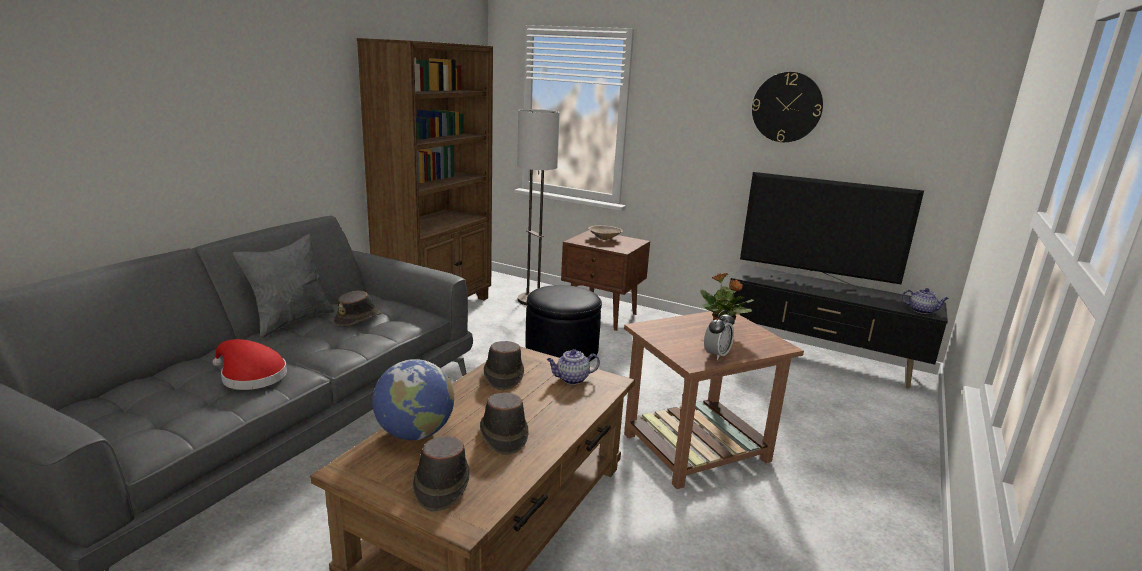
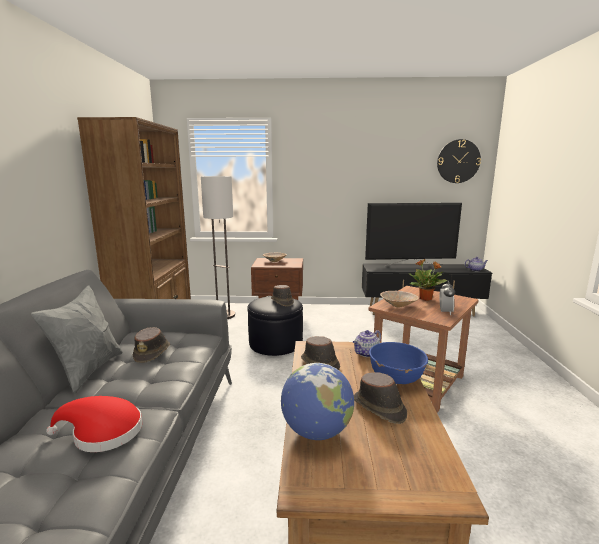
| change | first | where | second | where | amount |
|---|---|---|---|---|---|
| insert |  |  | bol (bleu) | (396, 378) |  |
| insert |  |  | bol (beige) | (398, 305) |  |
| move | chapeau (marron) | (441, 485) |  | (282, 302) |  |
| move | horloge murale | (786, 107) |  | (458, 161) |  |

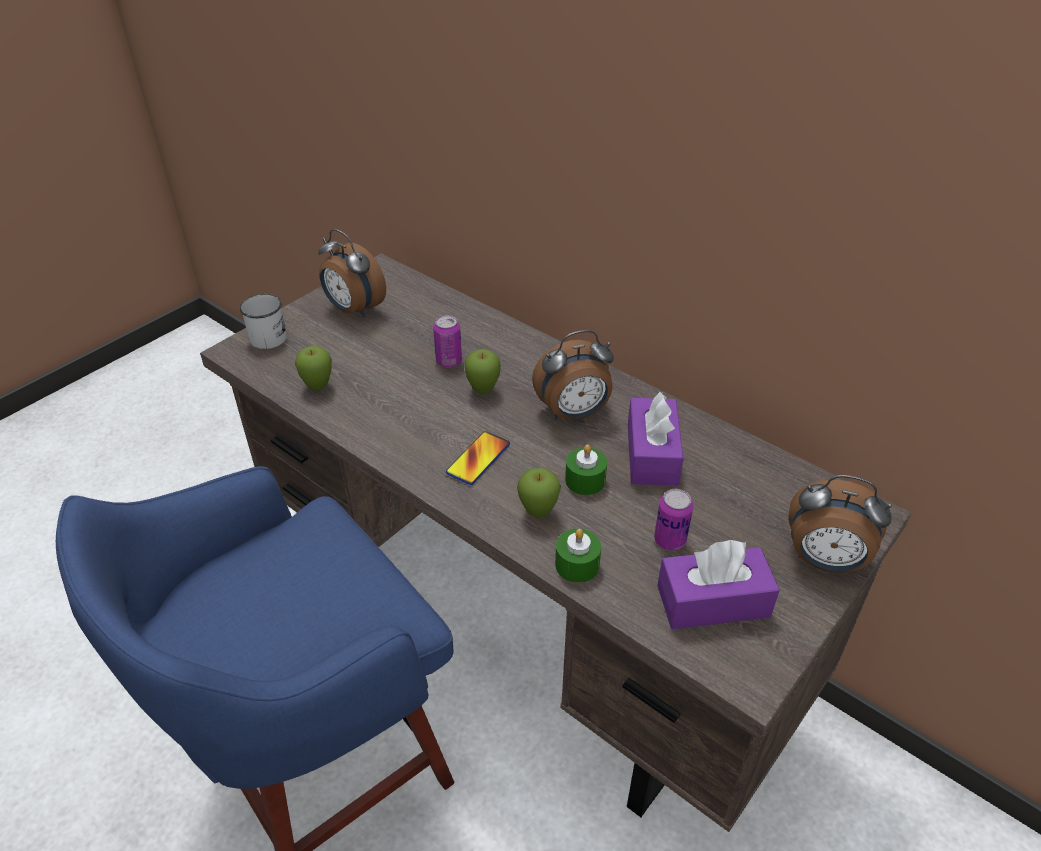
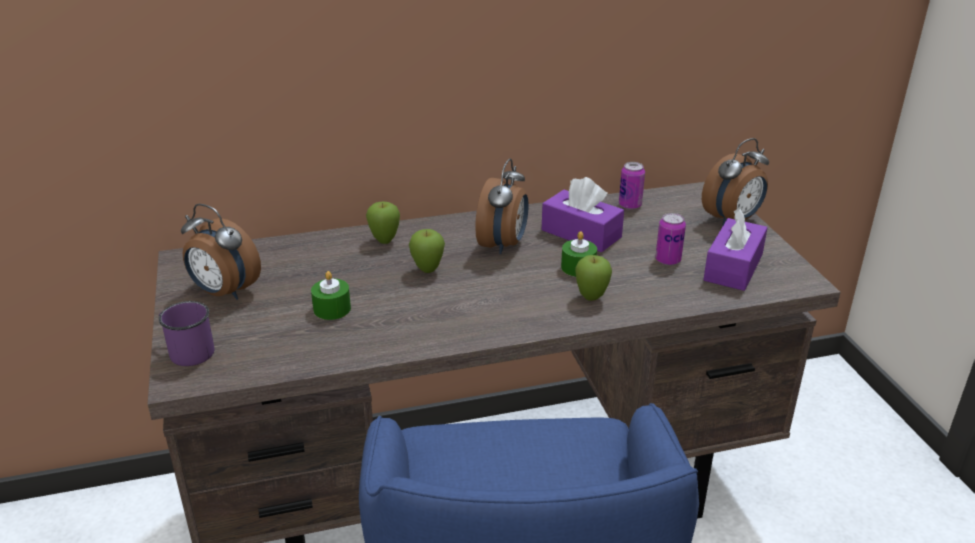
| change | first | where | second | where | amount |
|---|---|---|---|---|---|
| delete | téléphone | (478, 459) |  |  |  |
| move | pomme | (318, 387) |  | (384, 241) |  |
| move | boîte métallique | (449, 361) |  | (630, 205) |  |
| move | bougie (vert) | (577, 564) |  | (332, 309) |  |
| recolor | mug (blanc) | (269, 334) | mug (violet) | (187, 351) |  |
| rotate | réveil | (353, 310) |  | (224, 292) | 45 degrees clockwise |

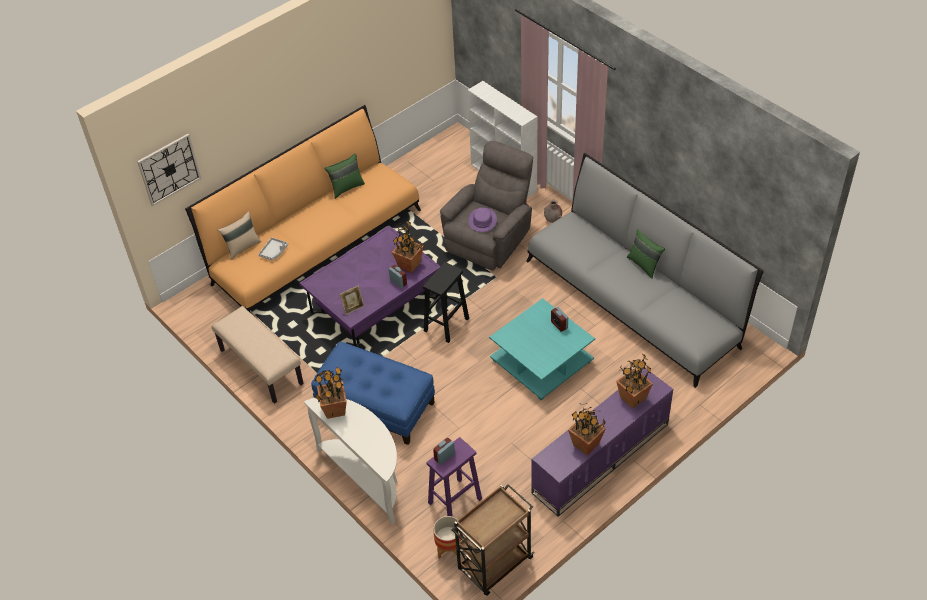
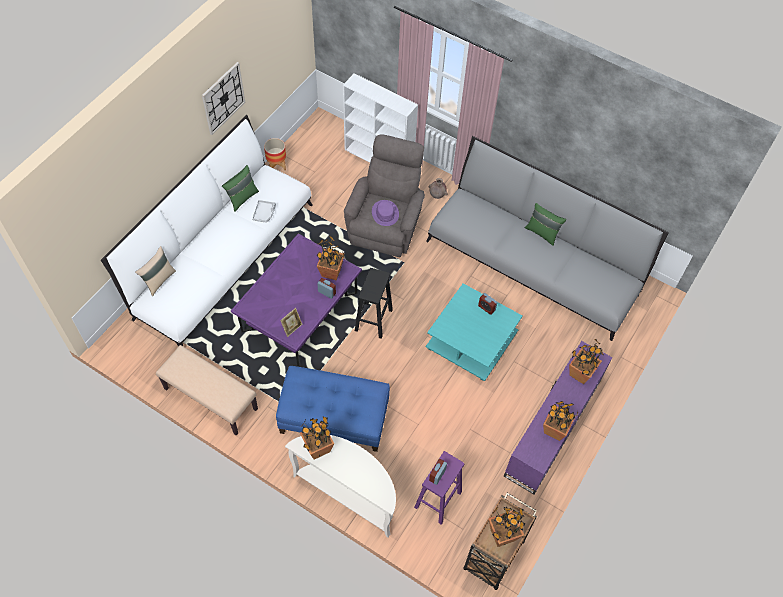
| change | first | where | second | where | amount |
|---|---|---|---|---|---|
| insert |  |  | plante en pot | (502, 535) |  |
| move | horloge murale | (169, 169) |  | (223, 98) |  |
| move | plateau (gris) | (274, 252) |  | (264, 213) |  |
| move | cache-pot | (449, 549) |  | (277, 165) |  |
| recolor | canapé (orange) | (315, 243) | canapé (blanc) | (221, 257) |  |

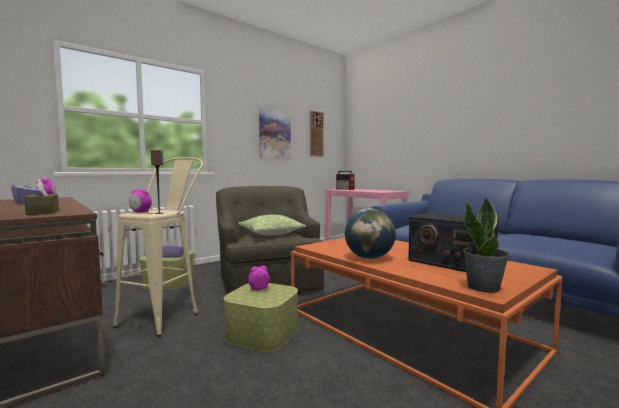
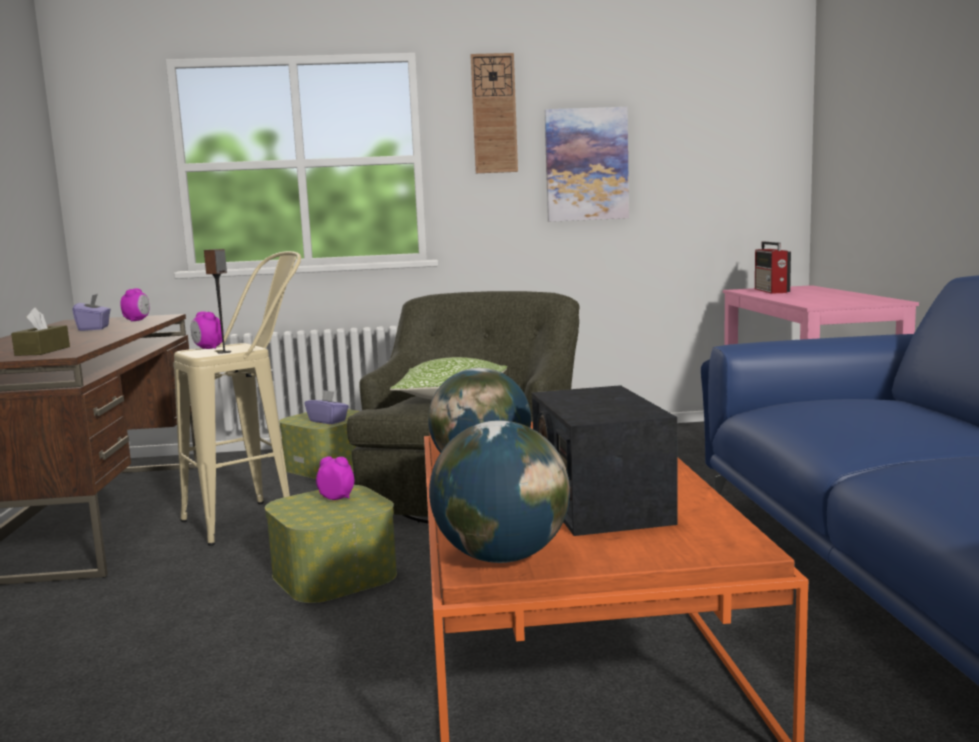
| change | first | where | second | where | amount |
|---|---|---|---|---|---|
| move | horloge murale | (316, 134) |  | (494, 114) |  |
| replace | plante en pot | (484, 287) | globe | (501, 557) |  |

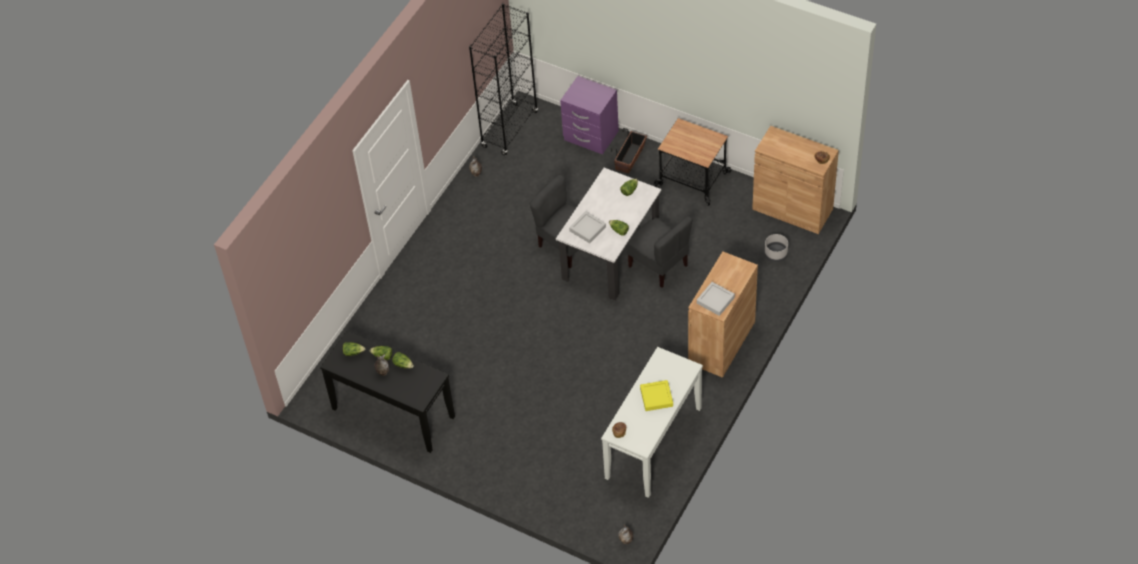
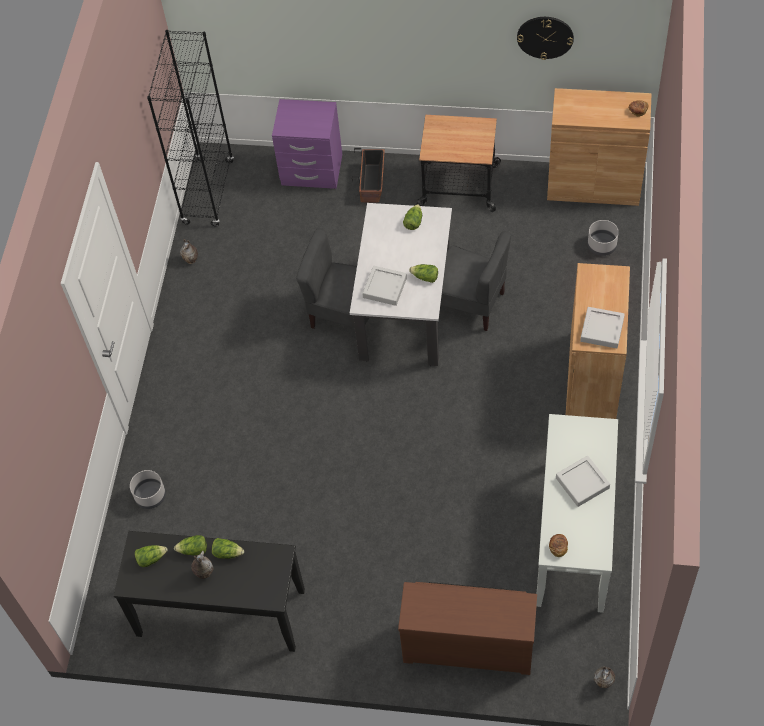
| change | first | where | second | where | amount |
|---|---|---|---|---|---|
| insert |  |  | cache-pot (gris) | (150, 496) |  |
| insert |  |  | commode (marron) | (468, 642) |  |
| insert |  |  | horloge murale | (545, 37) |  |
| recolor | plateau (jaune) | (656, 397) | plateau (gris) | (582, 483) |  |

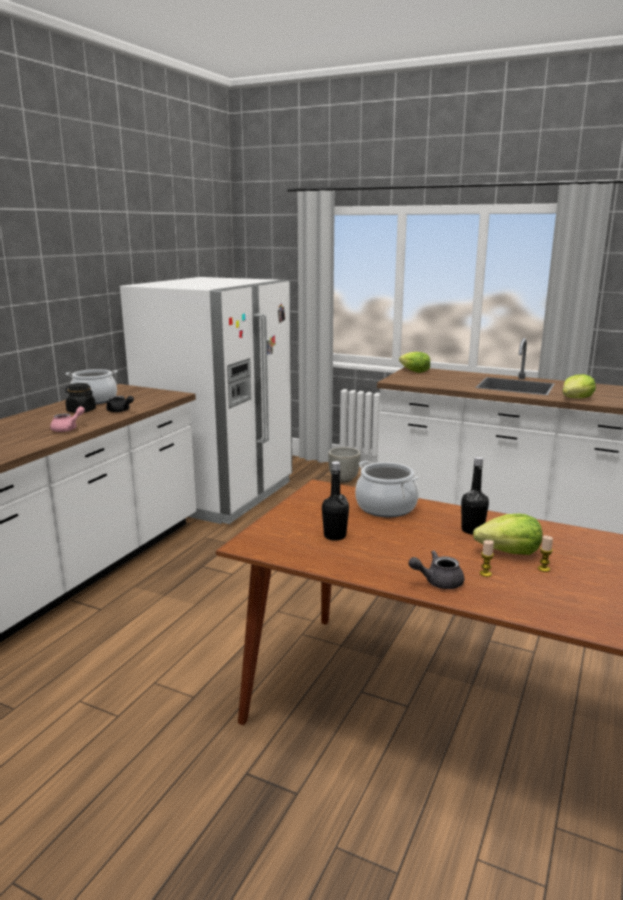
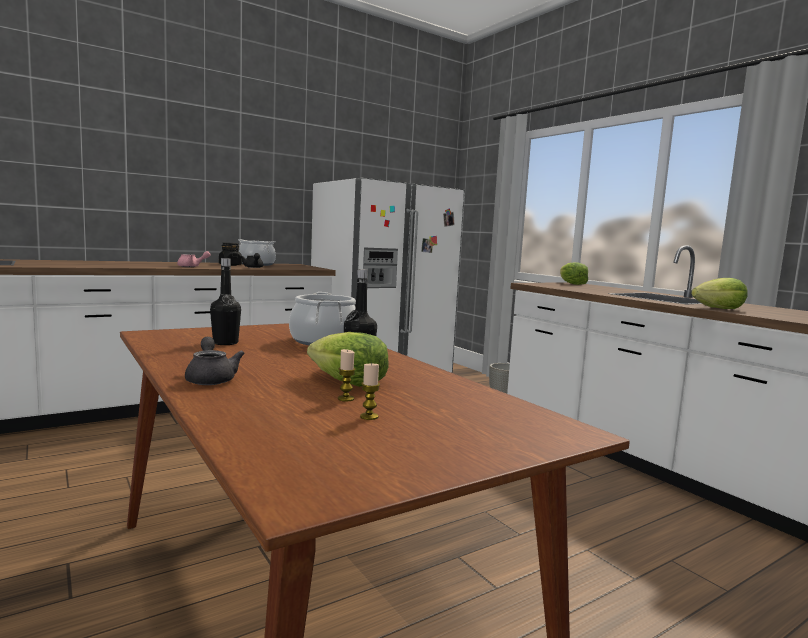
| change | first | where | second | where | amount |
|---|---|---|---|---|---|
| move | bougie | (485, 573) |  | (369, 416) |  |
| rotate | théière (gris) | (438, 582) |  | (211, 379) | 45 degrees clockwise |

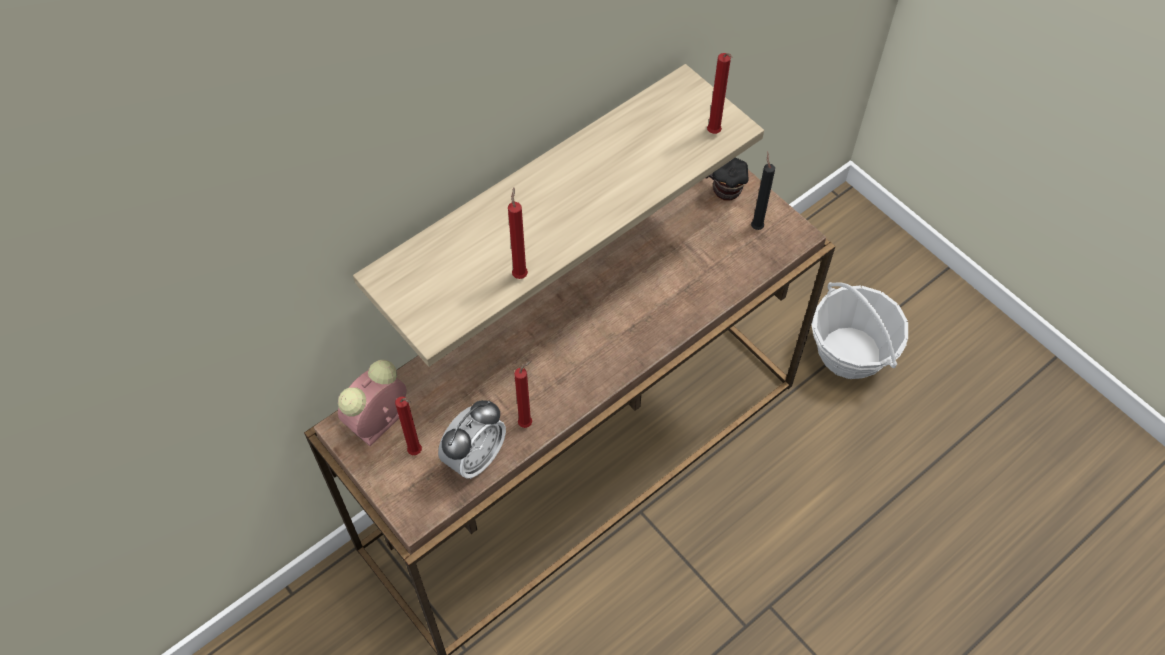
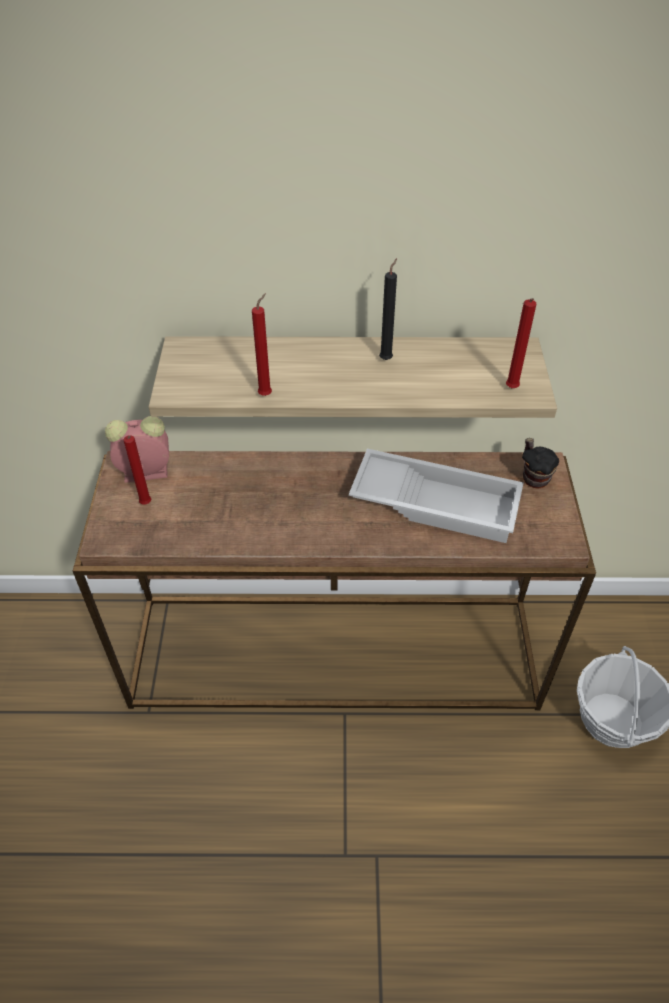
| change | first | where | second | where | amount |
|---|---|---|---|---|---|
| delete | réveil | (475, 458) |  |  |  |
| delete | bougie (rouge) | (527, 423) |  |  |  |
| insert |  |  | plateau (blanc) | (436, 501) |  |
| move | bougie (noir) | (756, 226) |  | (387, 358) |  |

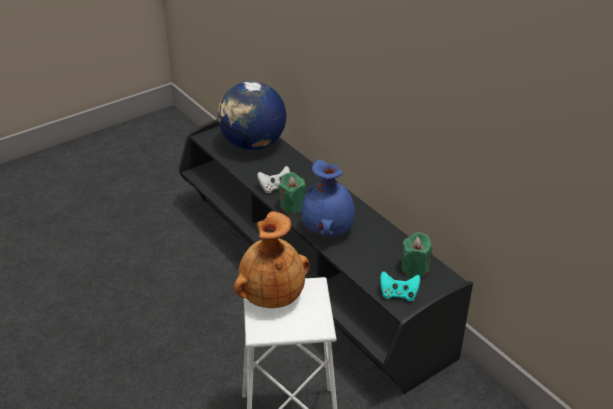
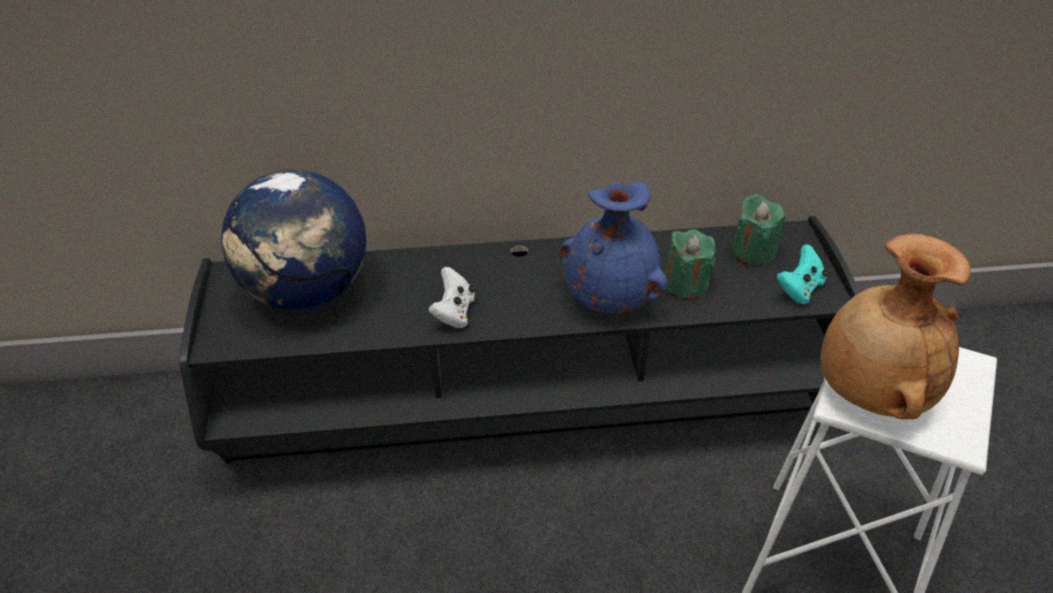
| change | first | where | second | where | amount |
|---|---|---|---|---|---|
| move | bougie (vert) | (292, 206) |  | (685, 285) |  |

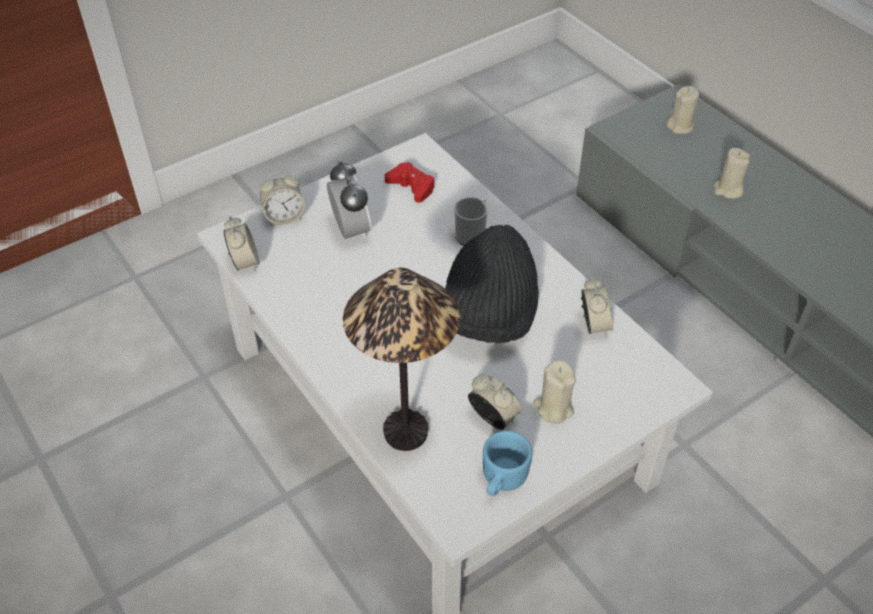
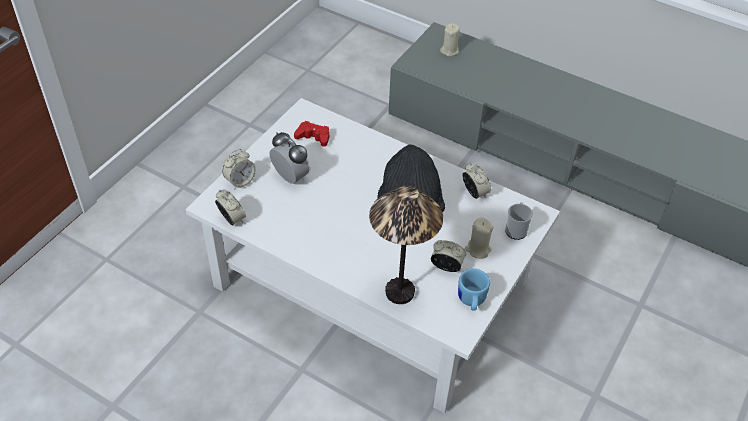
| change | first | where | second | where | amount |
|---|---|---|---|---|---|
| delete | bougie (beige) | (728, 190) |  |  |  |
| move | mug | (472, 234) |  | (516, 229) |  |

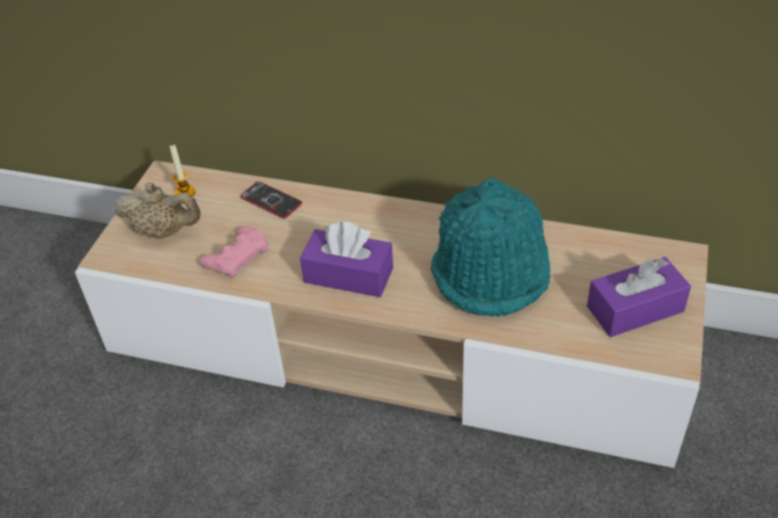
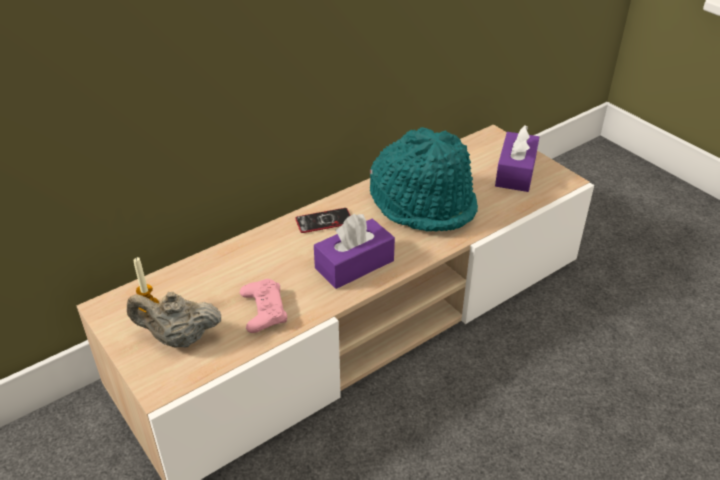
| change | first | where | second | where | amount |
|---|---|---|---|---|---|
| move | téléphone | (271, 201) |  | (324, 221) |  |
| rotate | théière (beige) | (164, 232) |  | (179, 338) | 135 degrees counterclockwise |

